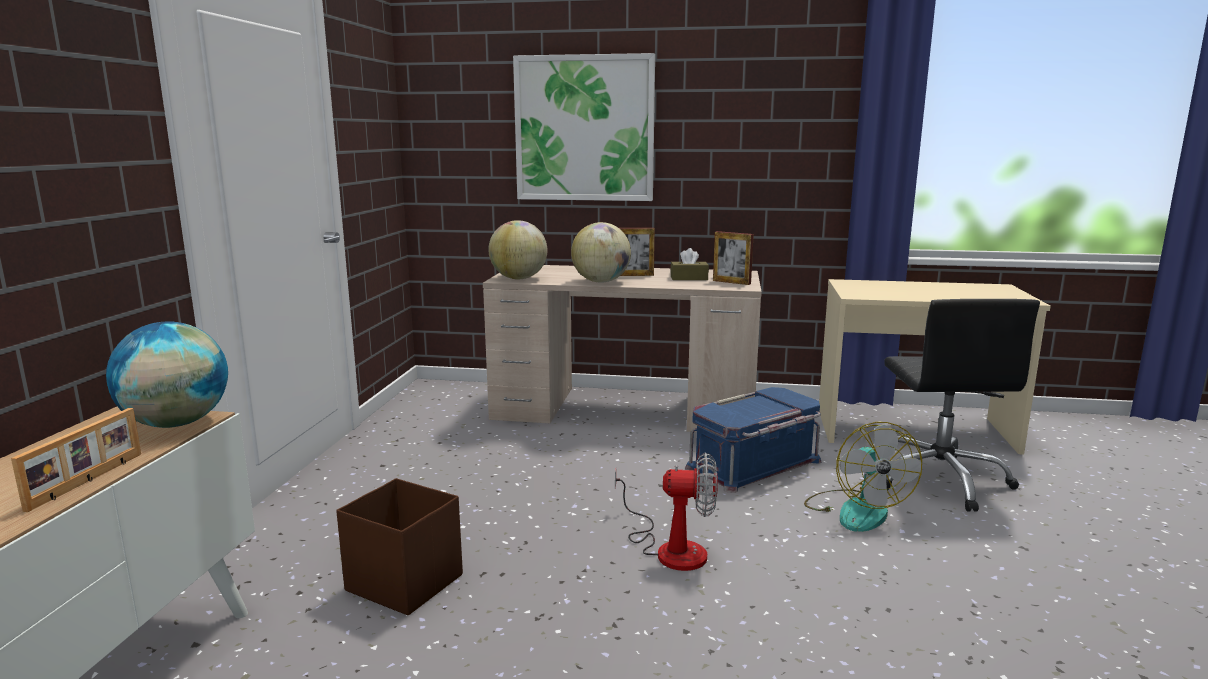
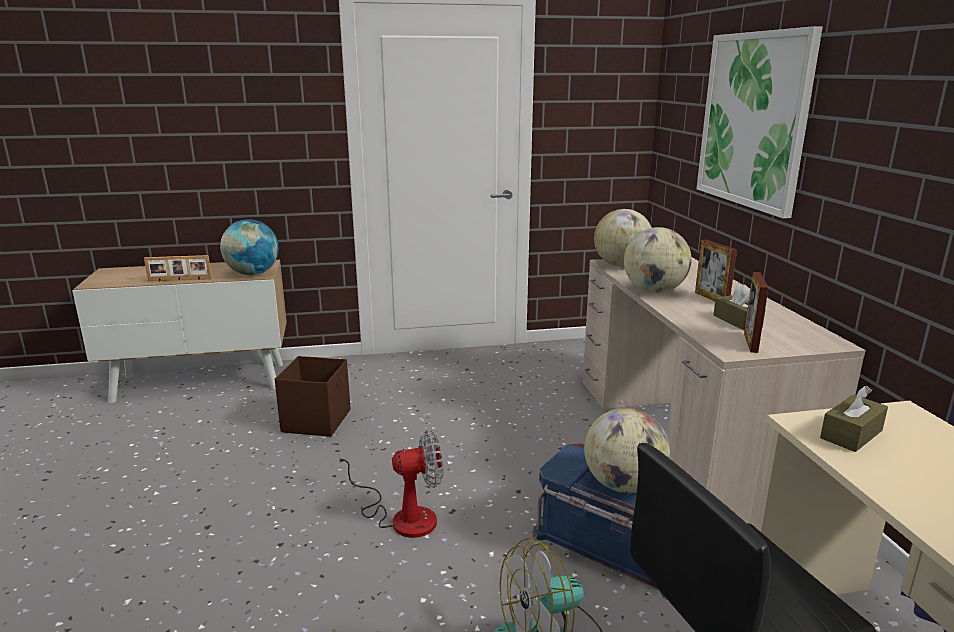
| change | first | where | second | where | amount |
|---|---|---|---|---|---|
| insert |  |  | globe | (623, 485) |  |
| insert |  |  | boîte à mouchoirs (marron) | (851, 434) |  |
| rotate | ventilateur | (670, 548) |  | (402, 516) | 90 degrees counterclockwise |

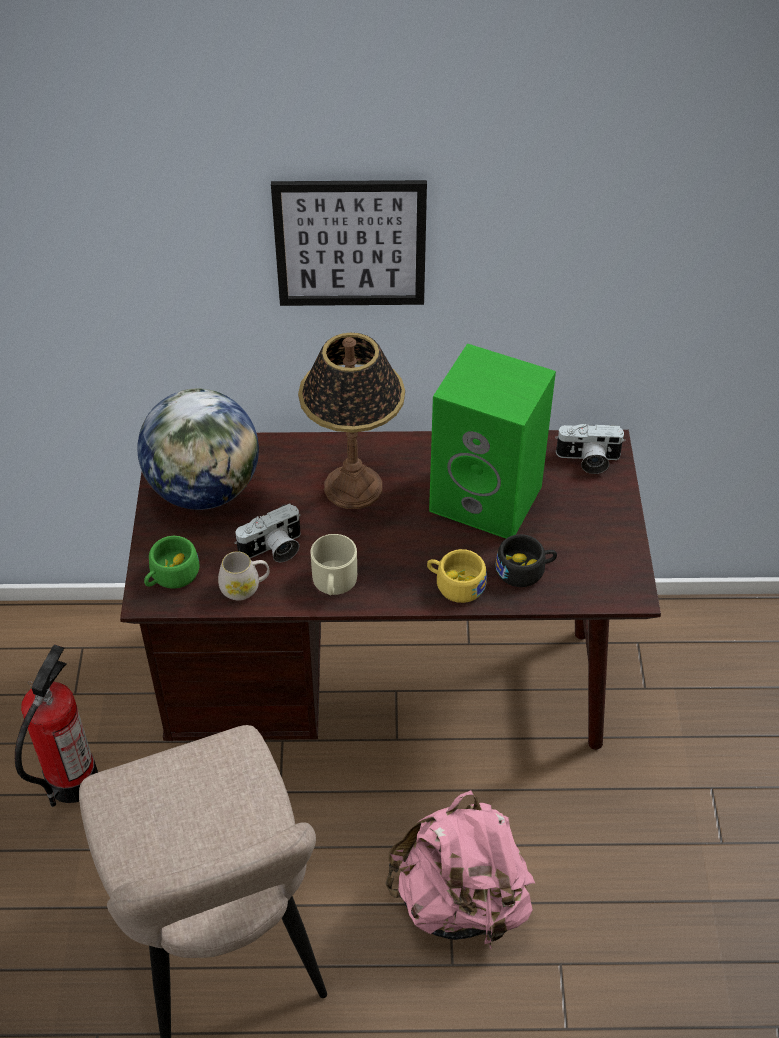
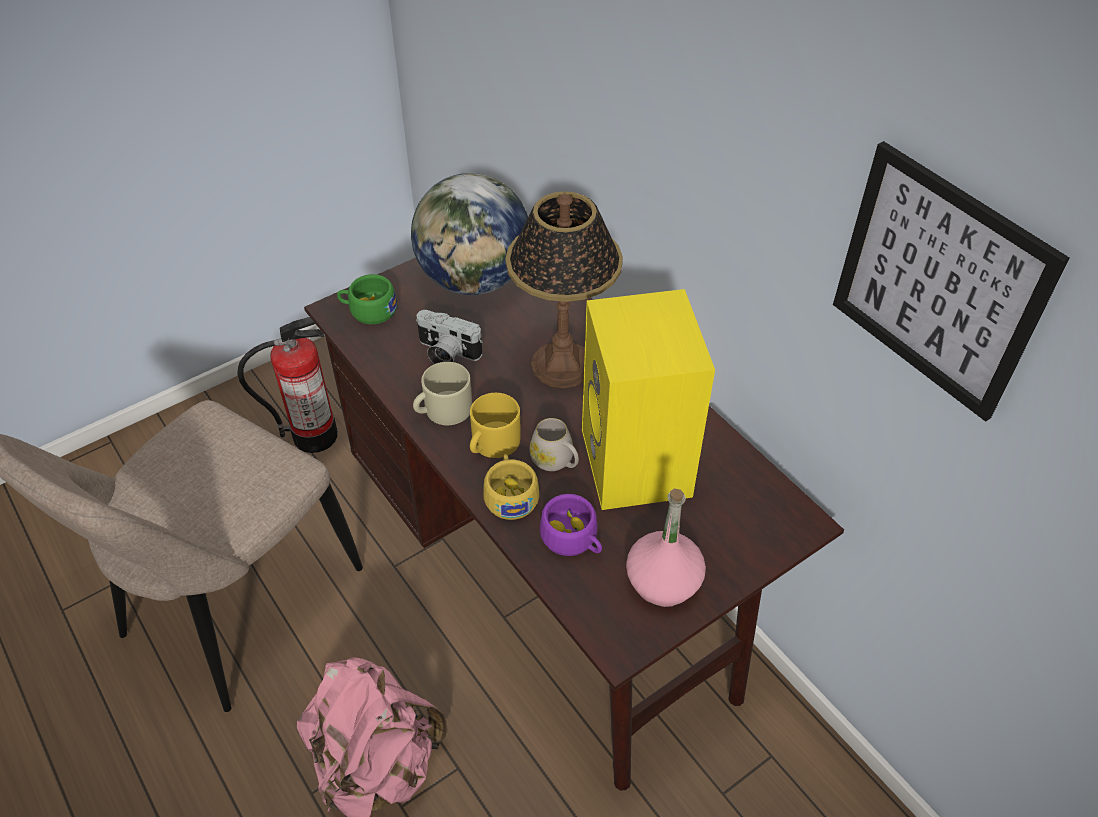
| change | first | where | second | where | amount |
|---|---|---|---|---|---|
| delete | appareil photo | (588, 460) |  |  |  |
| insert |  |  | mug (jaune) | (492, 443) |  |
| insert |  |  | bouteille (rose) | (663, 581) |  |
| move | mug (blanc) | (245, 587) |  | (556, 461) |  |
| move | tableau | (350, 243) |  | (938, 282) |  |
| recolor | enceinte (vert) | (489, 498) | enceinte (jaune) | (639, 465) |  |
| recolor | tasse (noir) | (525, 570) | tasse (violet) | (573, 539) |  |

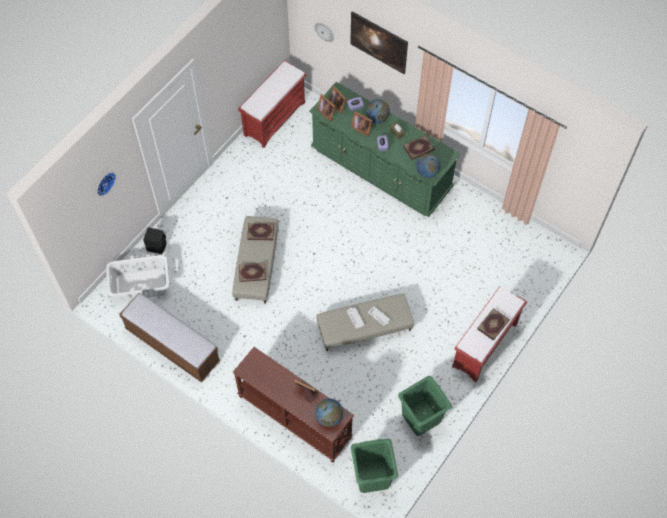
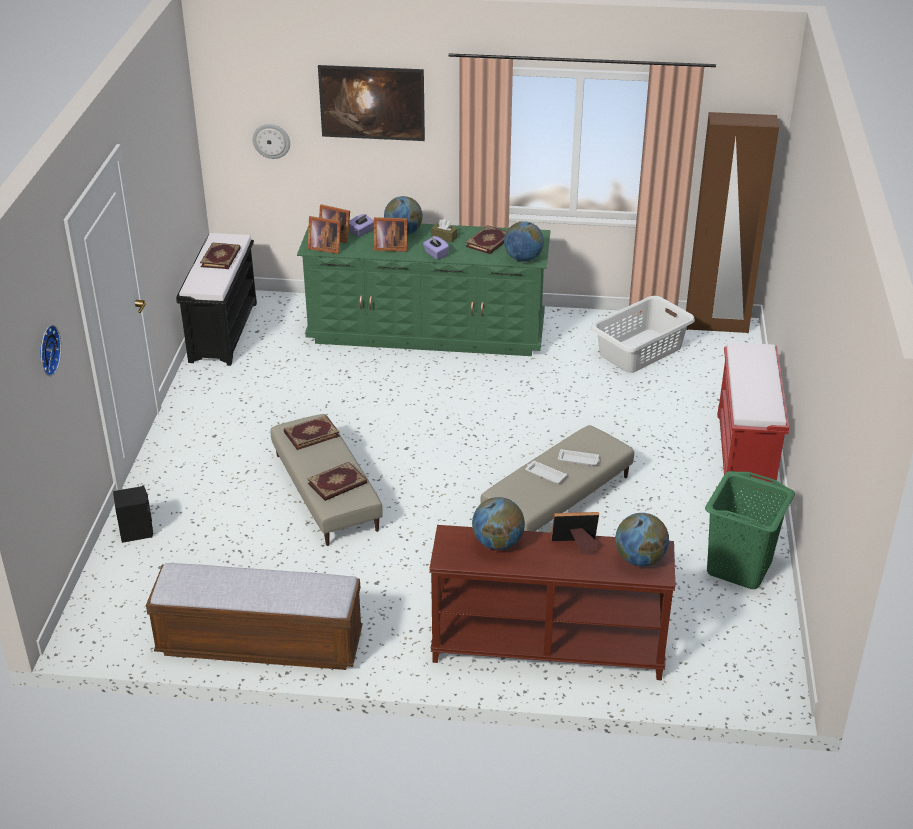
| change | first | where | second | where | amount |
|---|---|---|---|---|---|
| delete | panier à linge (vert) | (372, 476) |  |  |  |
| insert |  |  | globe | (497, 543) |  |
| insert |  |  | armoire (marron) | (716, 325) |  |
| move | panier à linge (blanc) | (141, 285) |  | (641, 351) |  |
| move | livre | (493, 325) |  | (221, 258) |  |
| recolor | banc (rouge) | (275, 118) | banc (noir) | (223, 331) |  |

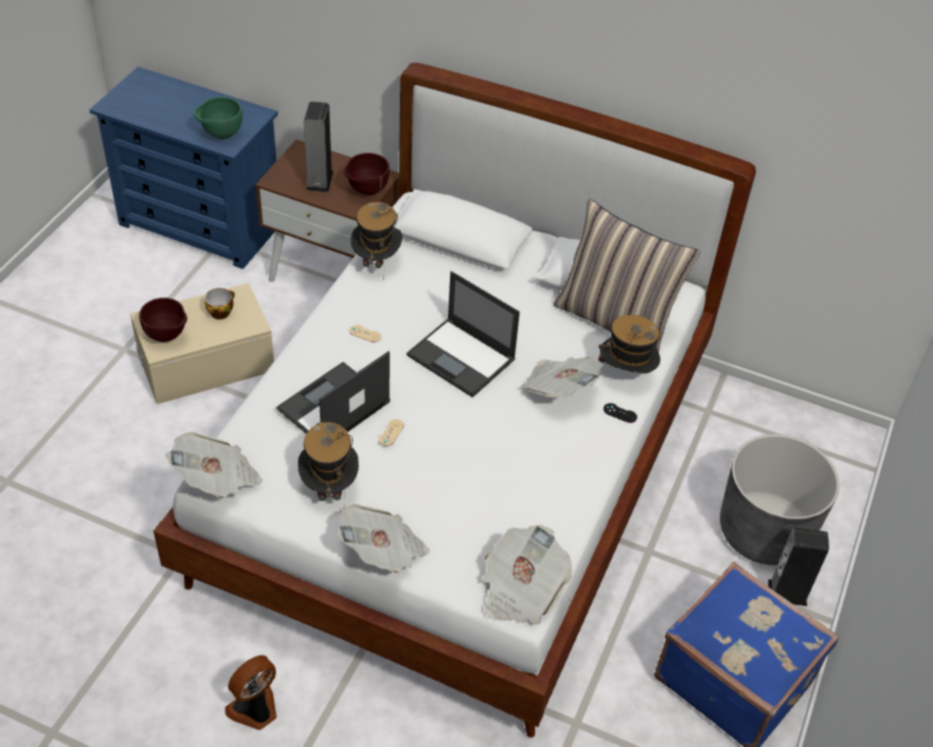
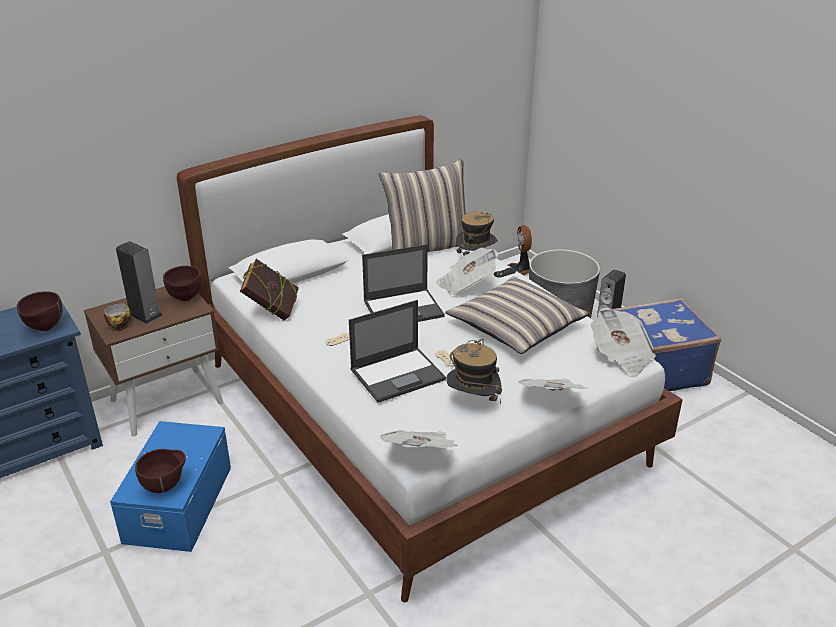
| change | first | where | second | where | amount |
|---|---|---|---|---|---|
| insert |  |  | coussin | (516, 326) |  |
| move | tasse | (221, 311) |  | (119, 325) |  |
| move | ventilateur | (255, 710) |  | (520, 270) |  |
| replace | chapeau | (376, 262) | livre | (272, 312) |  |
| recolor | boîte de rangement (beige) | (205, 361) | boîte de rangement (bleu) | (177, 504) |  |
| recolor | bol (vert) | (220, 135) | bol (marron) | (44, 329) |  |
| rotate | ordinateur portable | (333, 406) |  | (398, 374) | 105 degrees counterclockwise |

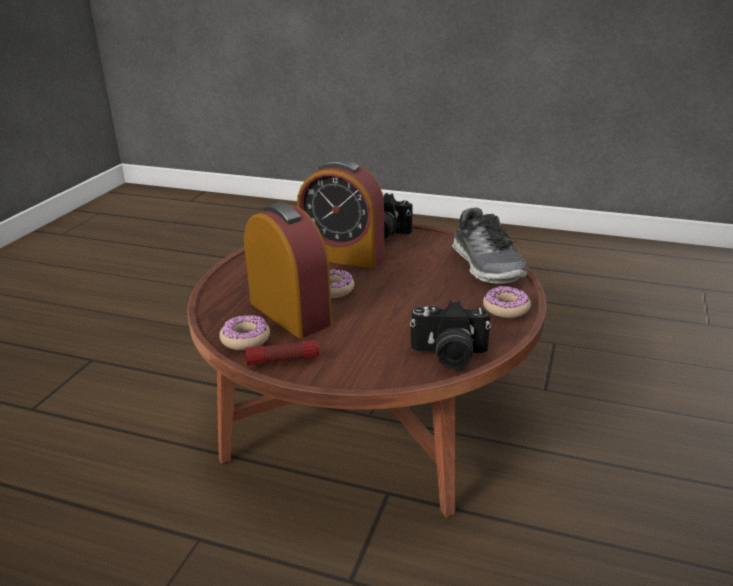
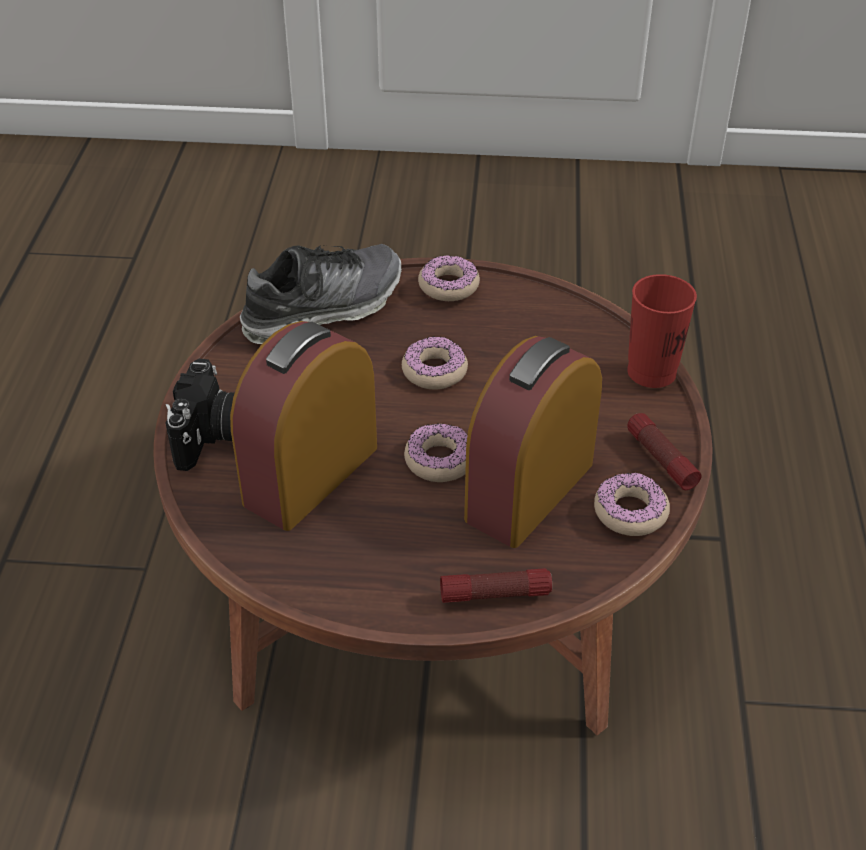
| change | first | where | second | where | amount |
|---|---|---|---|---|---|
| delete | appareil photo | (449, 355) |  |  |  |
| insert |  |  | beignet | (434, 371) |  |
| insert |  |  | lampe de poche | (495, 594) |  |
| insert |  |  | tasse (rouge) | (651, 372) |  |
| rotate | réveil | (342, 256) |  | (311, 475) | 150 degrees counterclockwise |

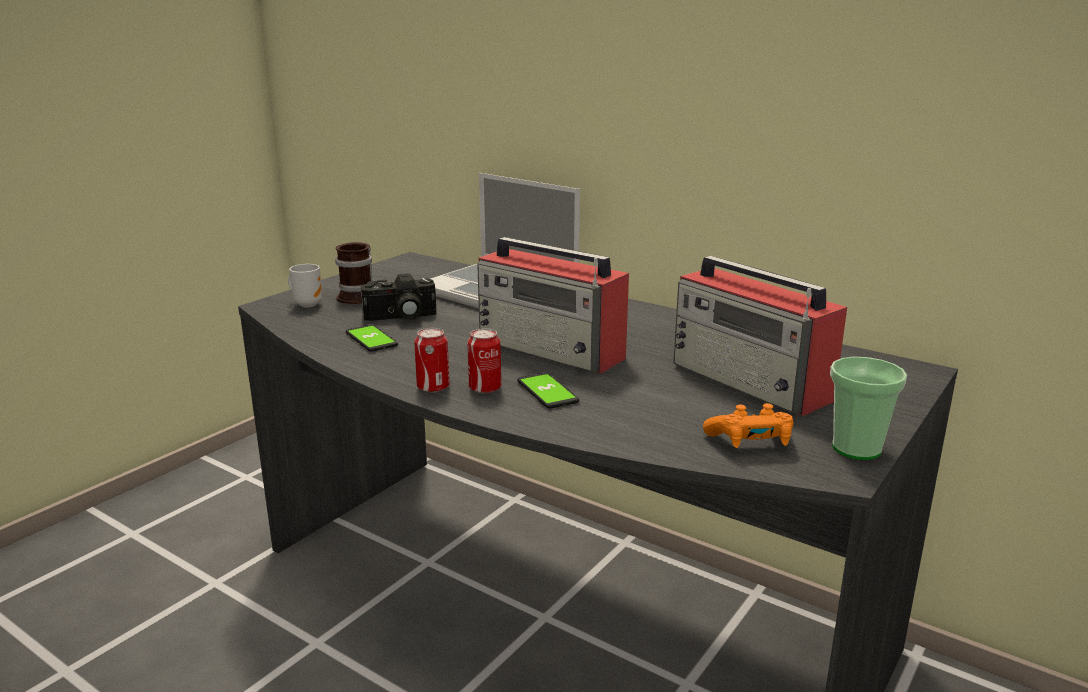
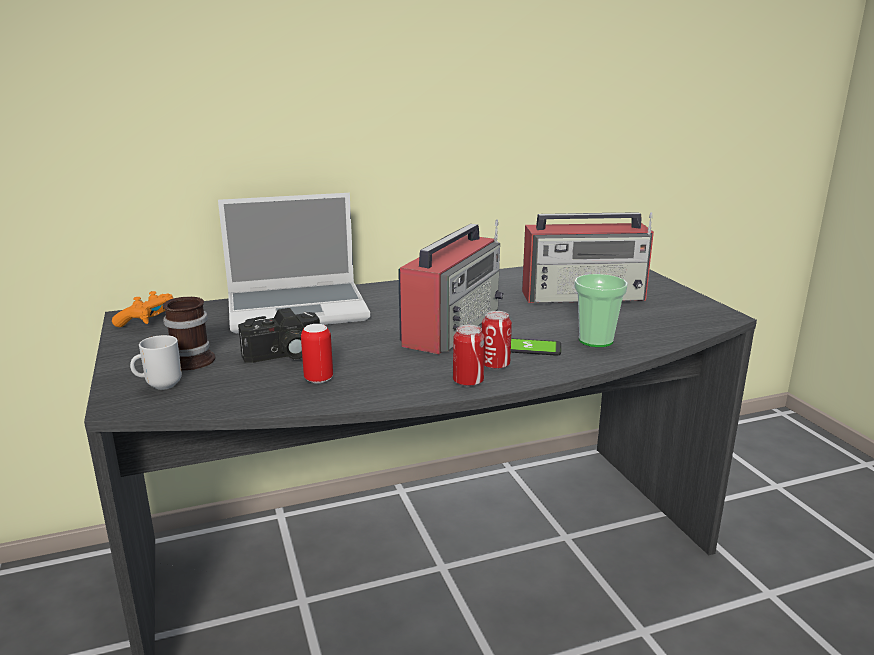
| change | first | where | second | where | amount |
|---|---|---|---|---|---|
| move | manette (orange) | (751, 442) |  | (149, 321) |  |
| move | tasse | (856, 448) |  | (595, 340) |  |
| replace | téléphone | (371, 339) | boîte métallique | (318, 379) |  |
| rotate | appareil photo | (400, 317) |  | (283, 356) | 45 degrees clockwise |
| rotate | radio | (552, 350) |  | (452, 326) | 45 degrees counterclockwise |

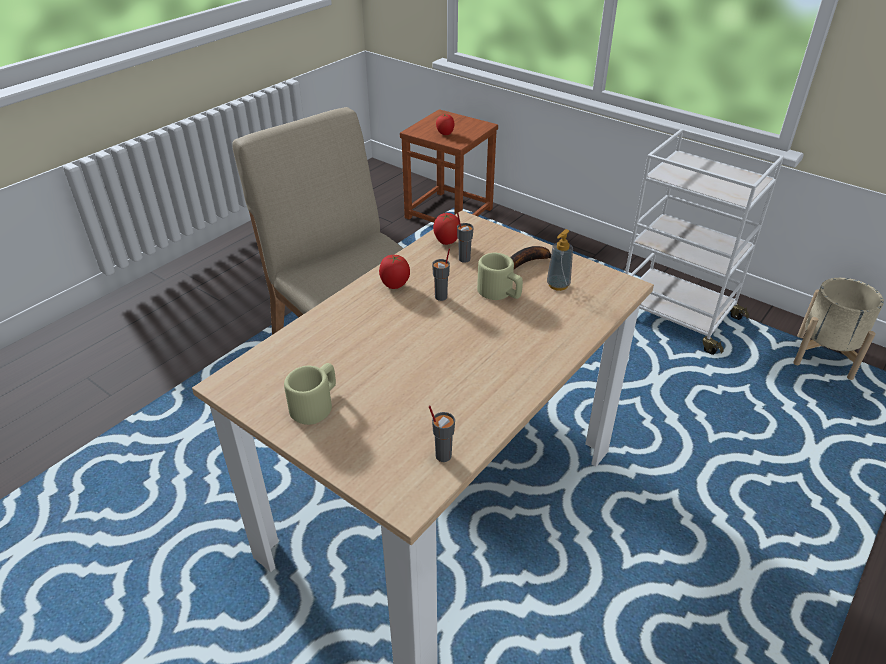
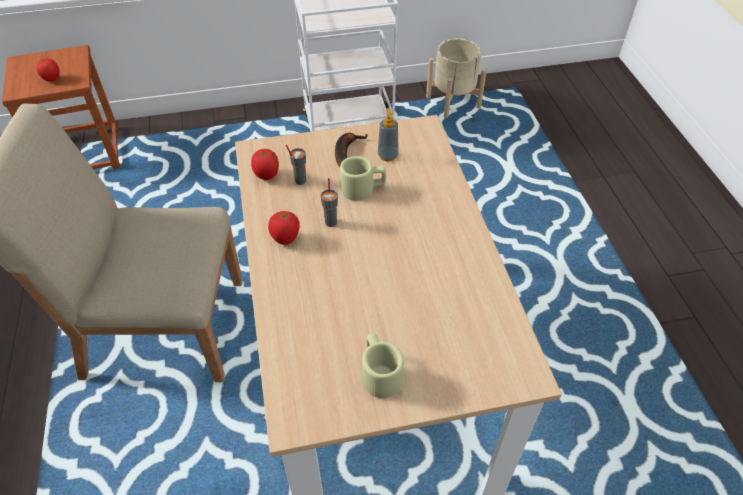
| change | first | where | second | where | amount |
|---|---|---|---|---|---|
| delete | tasse (gris) | (443, 455) |  |  |  |

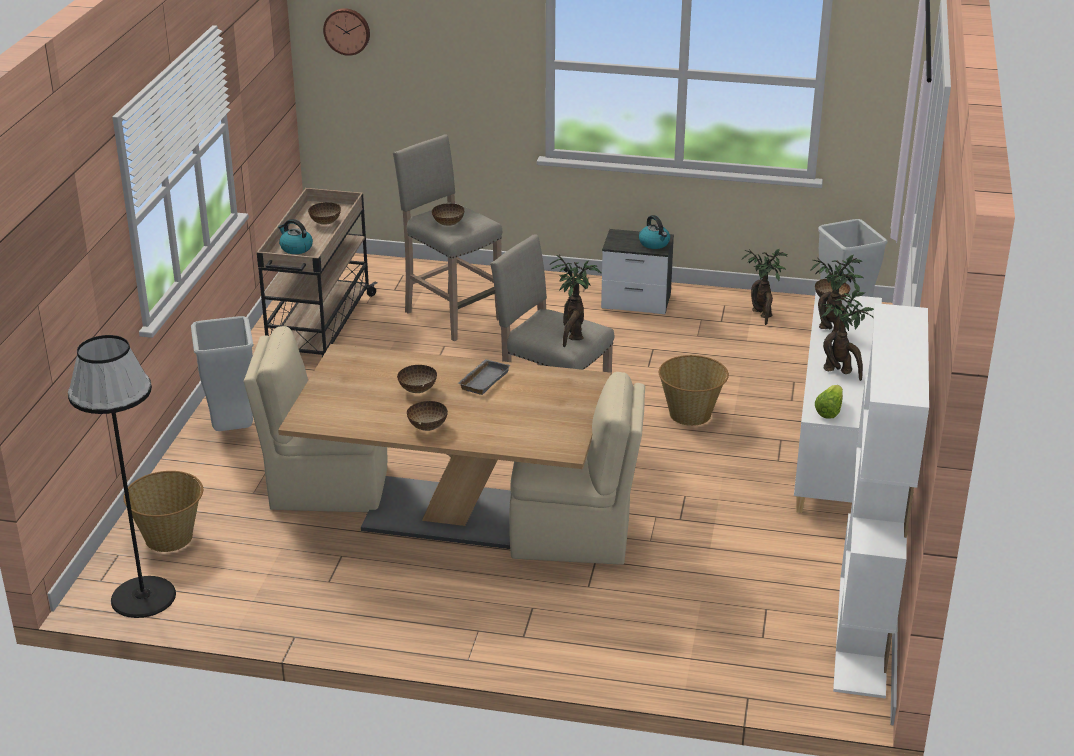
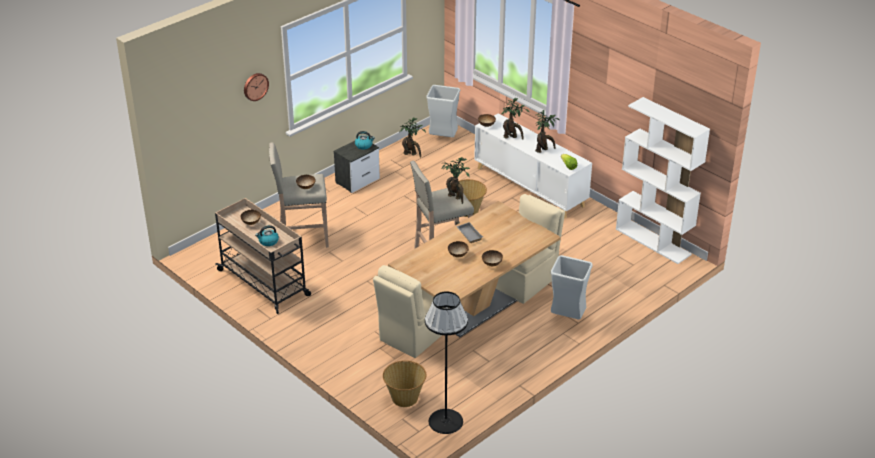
| change | first | where | second | where | amount |
|---|---|---|---|---|---|
| move | poubelle (gris) | (232, 430) |  | (567, 318) |  |
| move | horloge murale | (347, 31) |  | (255, 86) |  |

